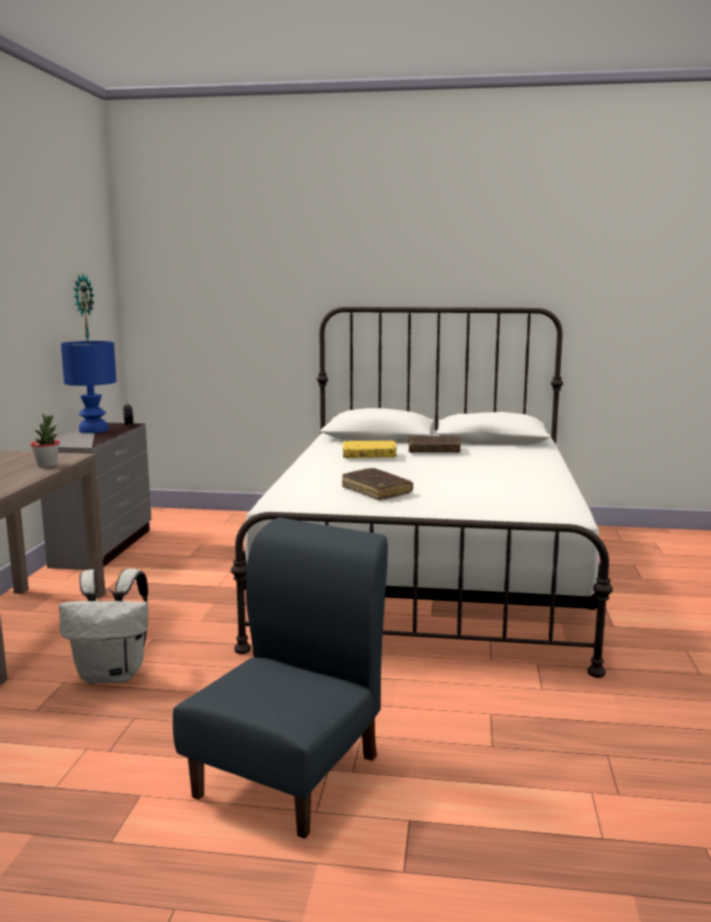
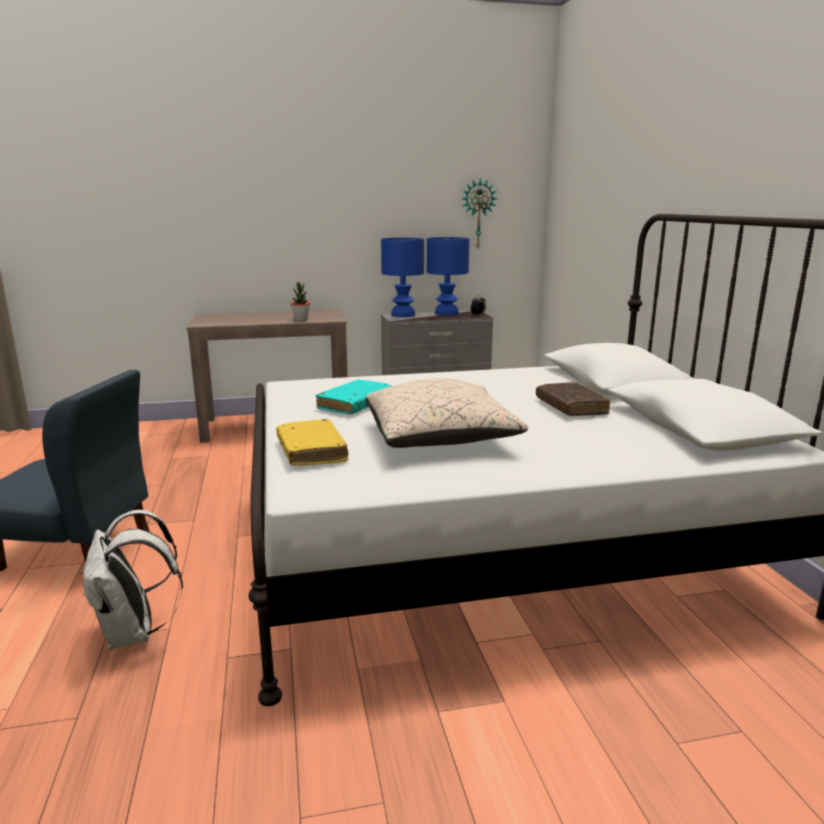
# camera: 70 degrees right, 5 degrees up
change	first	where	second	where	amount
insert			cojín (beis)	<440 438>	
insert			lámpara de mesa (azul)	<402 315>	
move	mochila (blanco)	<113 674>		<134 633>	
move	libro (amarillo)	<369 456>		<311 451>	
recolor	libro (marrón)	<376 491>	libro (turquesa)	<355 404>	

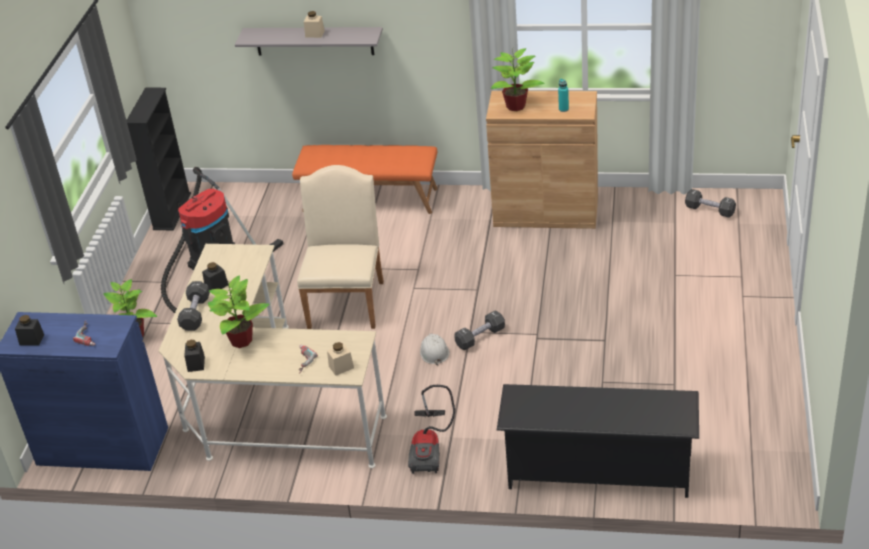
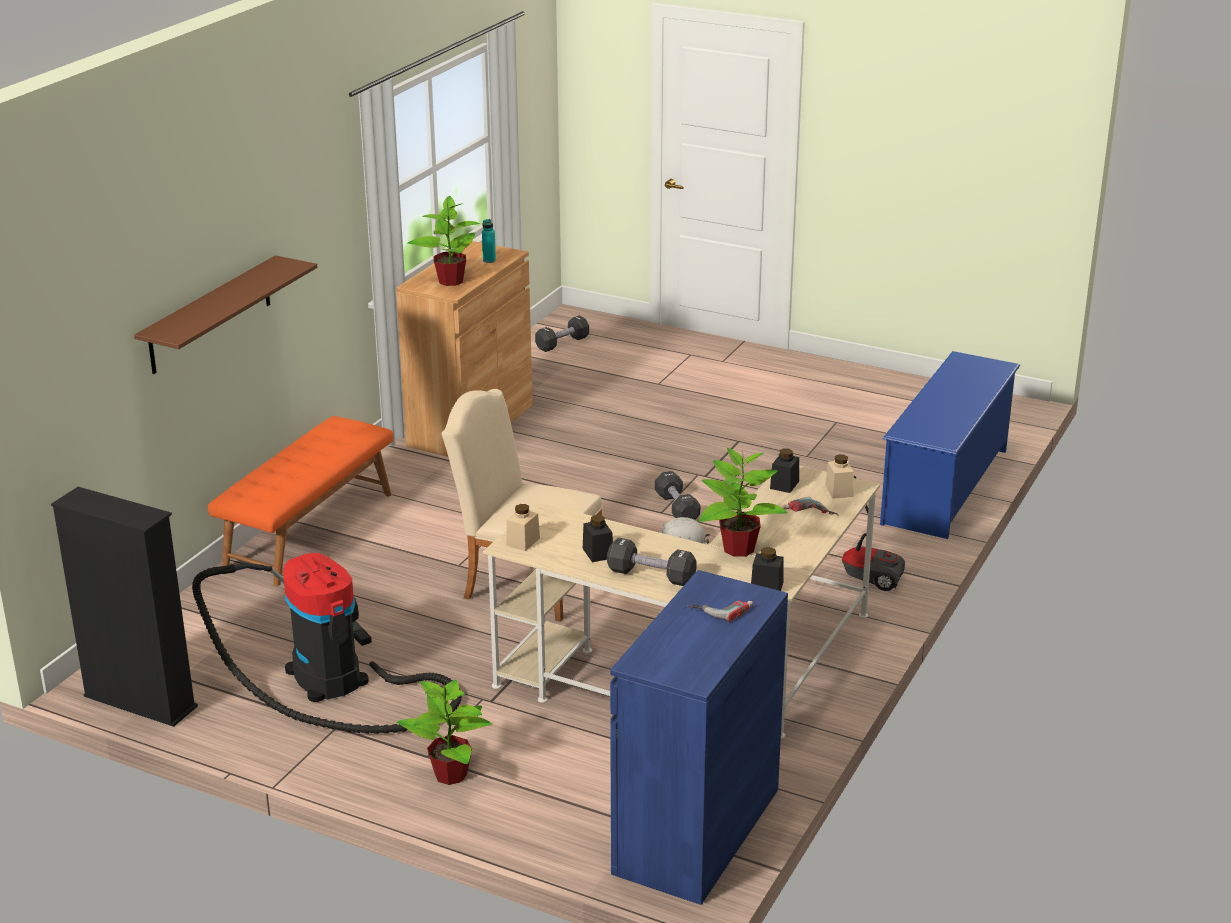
# camera: 75 degrees left, 10 degrees down
change	first	where	second	where	amount
move	tarro (negro)	<32 340>		<784 485>	
move	tarro (beis)	<315 34>		<523 542>	
recolor	estante (gris)	<314 41>	estante (marrón)	<210 315>	
recolor	zapatero (negro)	<598 471>	zapatero (azul)	<945 486>	

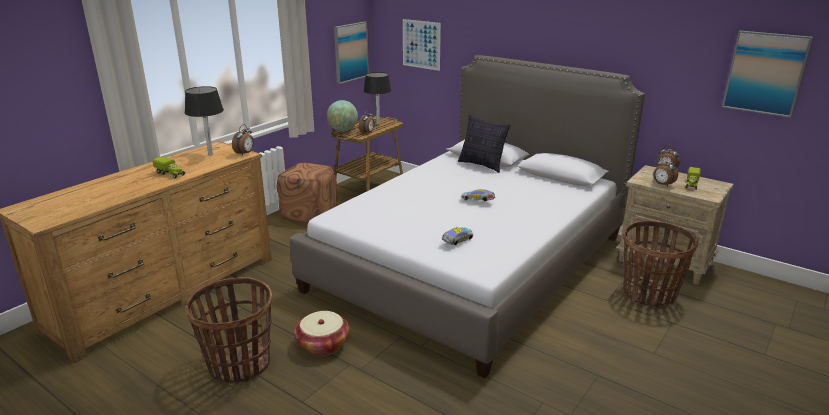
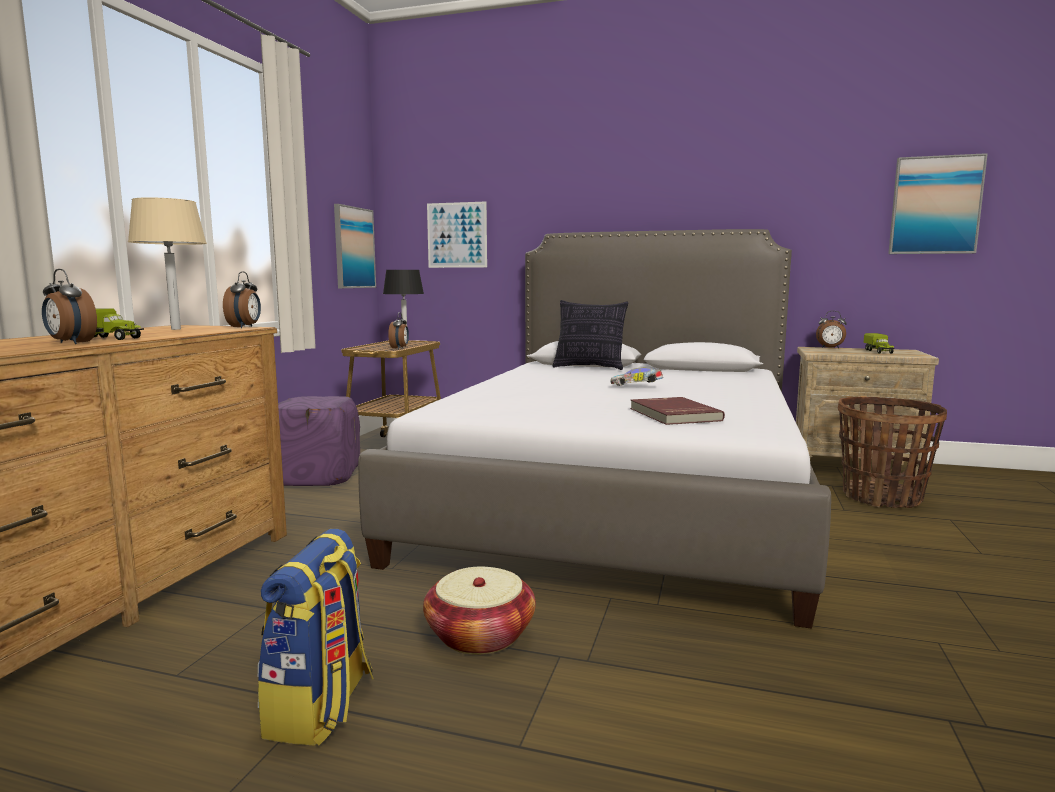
# camera: 20 degrees left, 15 degrees down
change	first	where	second	where	amount
delete	globo terráqueo	<343 130>			
move	despertador	<662 184>		<70 343>	
replace	cesta	<239 365>	mochila	<321 707>	
replace	coche de juguete	<457 241>	libro (rojo)	<673 414>	
recolor	lámpara de mesa (negro)	<211 154>	lámpara de mesa (beis)	<176 329>	
recolor	puf (marrón)	<310 213>	puf (morado)	<318 476>	

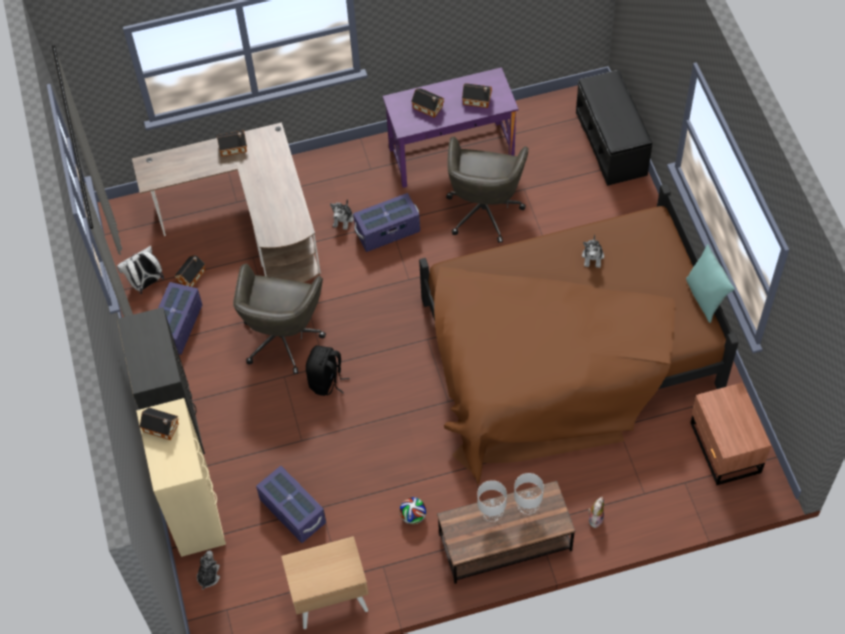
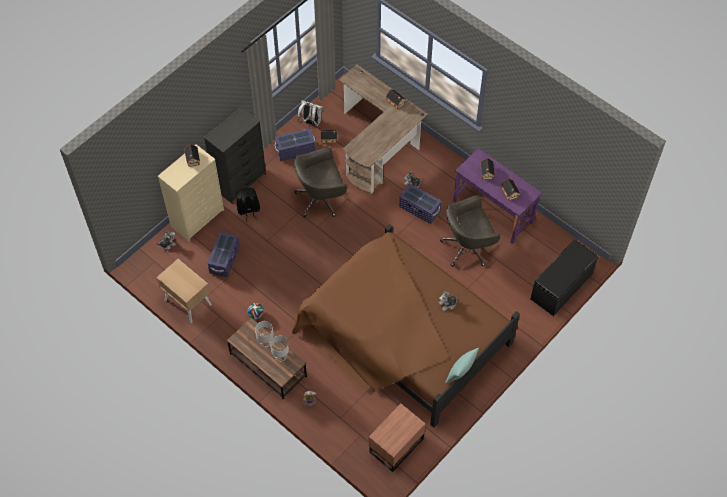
# camera: 55 degrees right, 0 degrees up
change	first	where	second	where	amount
move	mochila (negro)	<326 381>		<248 210>	

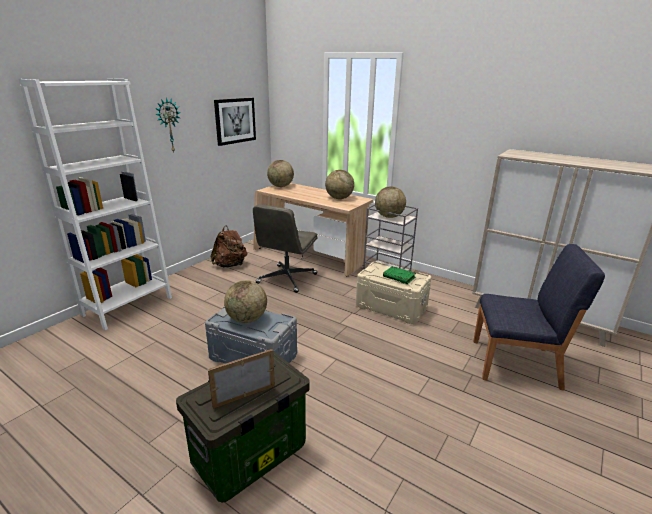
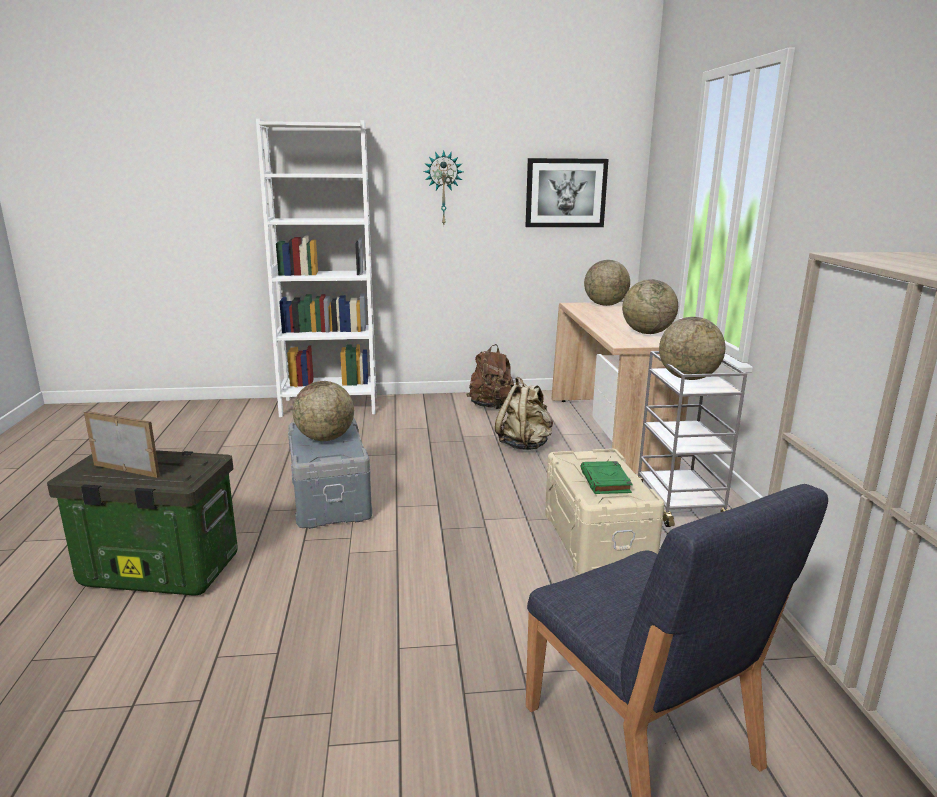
# camera: 50 degrees right, 5 degrees down
change	first	where	second	where	amount
replace	silla de oficina (gris)	<287 279>	mochila (beis)	<525 445>	

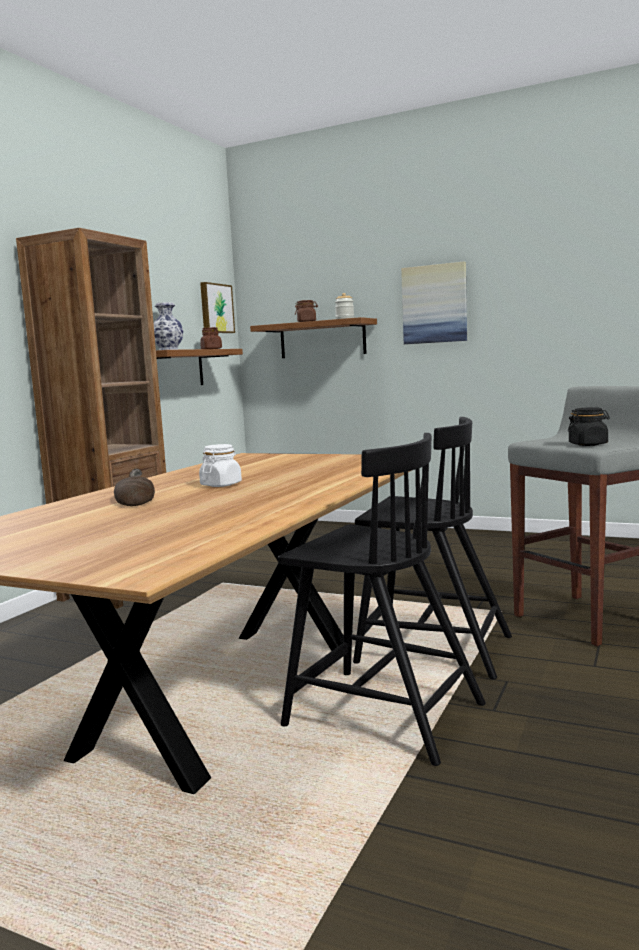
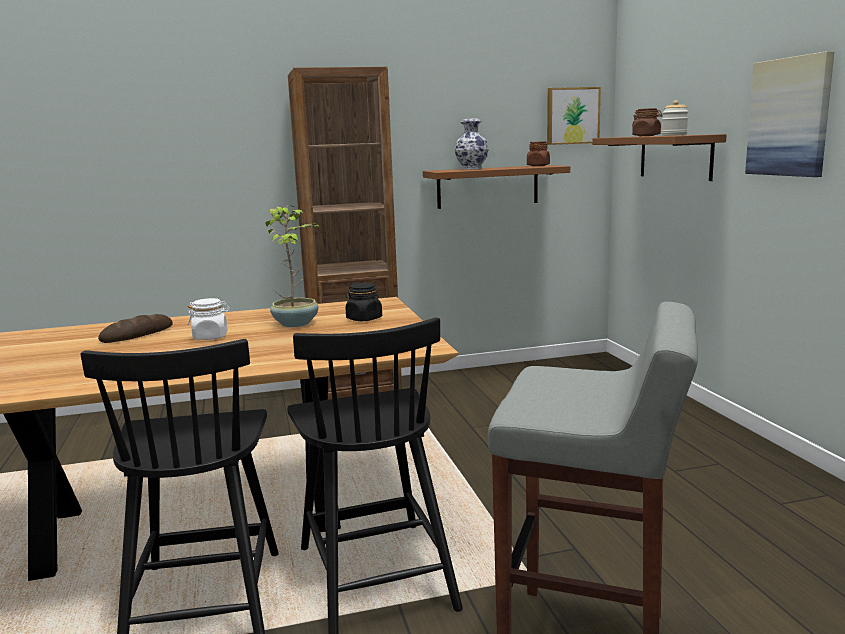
# camera: 50 degrees right, 5 degrees up
change	first	where	second	where	amount
insert			planta en maceta	<296 323>	
move	tarro (negro)	<588 444>		<364 319>	

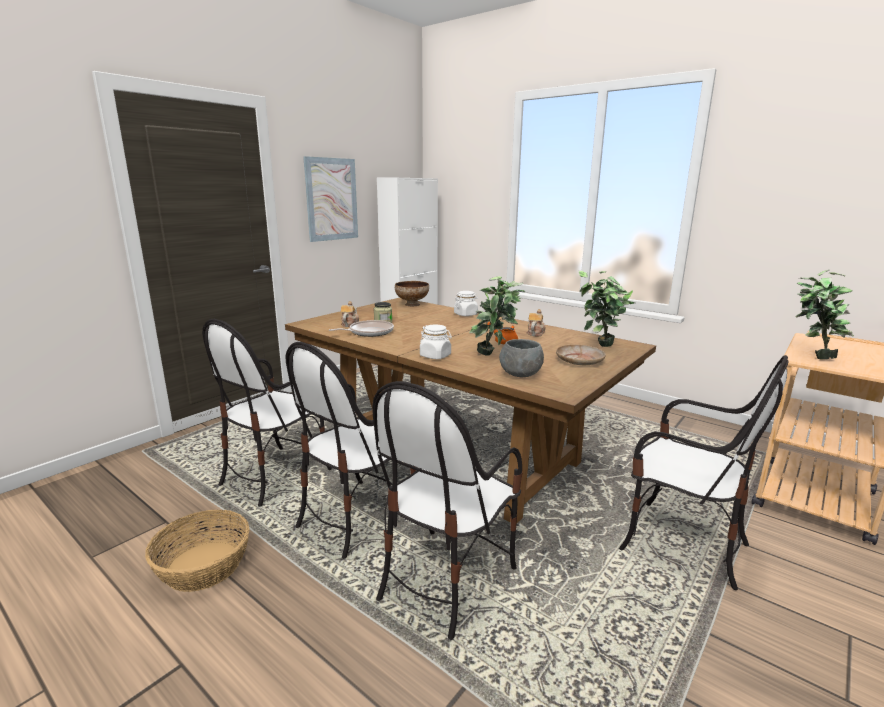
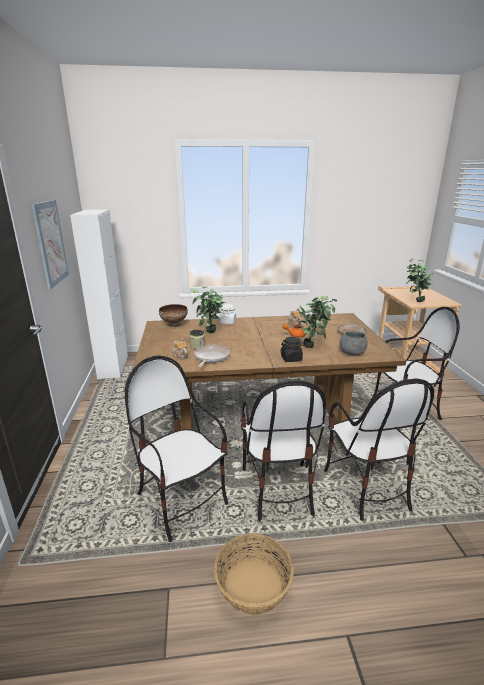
# camera: 45 degrees left, 5 degrees up
change	first	where	second	where	amount
move	planta en maceta	<599 347>		<210 334>	
recolor	tarro (blanco)	<435 356>	tarro (negro)	<291 359>	
rotate	silla	<275 475>		<181 501>	150 degrees clockwise

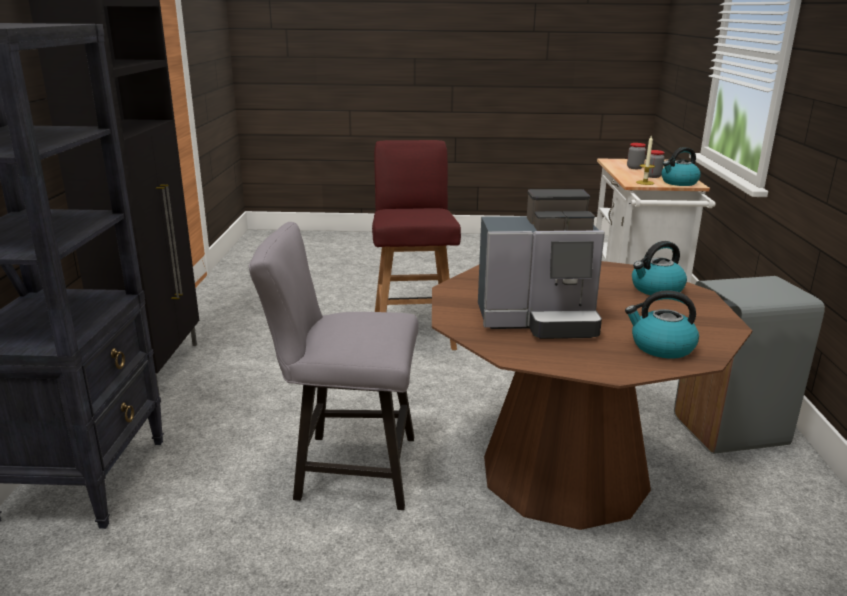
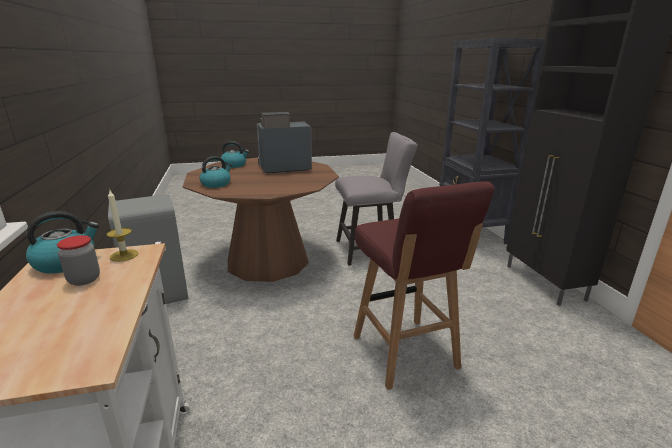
# camera: 165 degrees right, 0 degrees up
change	first	where	second	where	amount
delete	tarro	<635 168>			

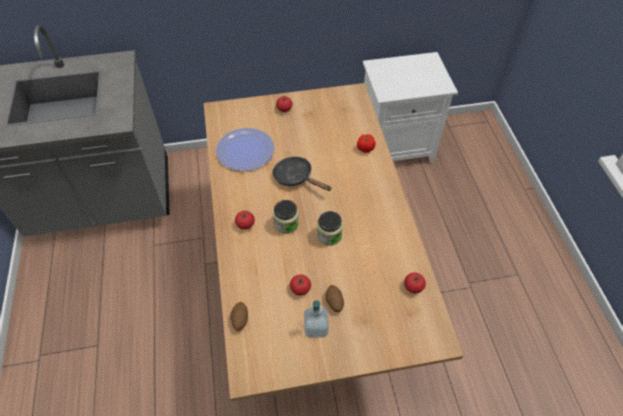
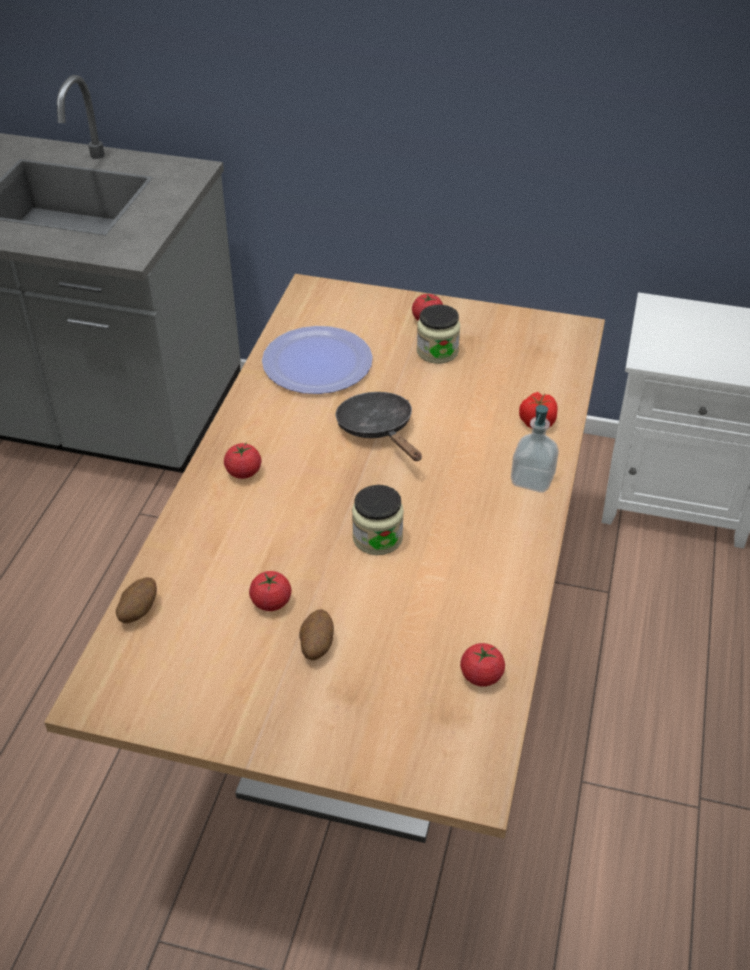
# camera: 25 degrees right, 10 degrees down
change	first	where	second	where	amount
move	tarro	<286 224>		<437 351>	
move	dispensador de jabón	<316 328>		<532 479>	

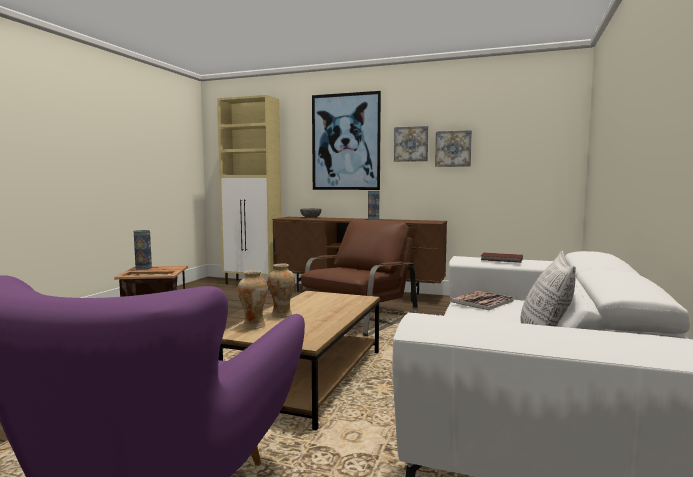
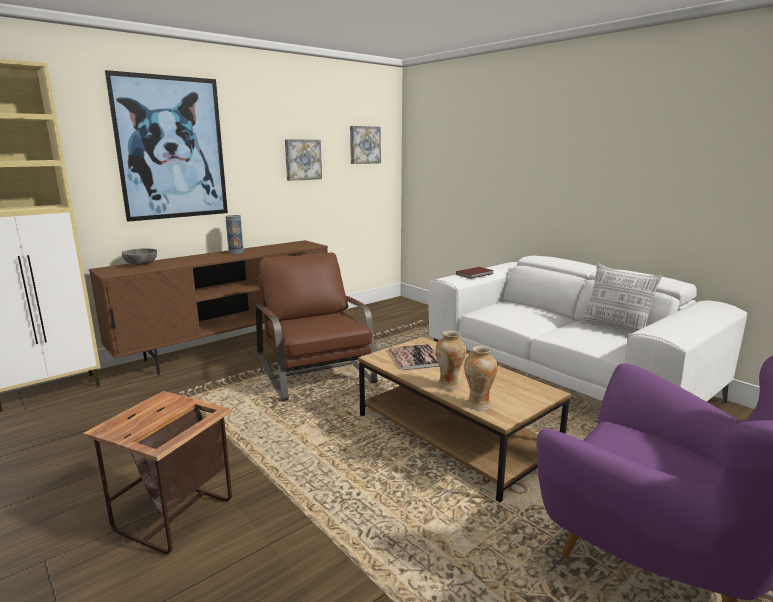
# camera: 60 degrees left, 10 degrees up
change	first	where	second	where	amount
delete	florero	<143 268>			
move	cuadro	<411 144>		<364 145>	
move	libro	<482 301>		<415 358>	

